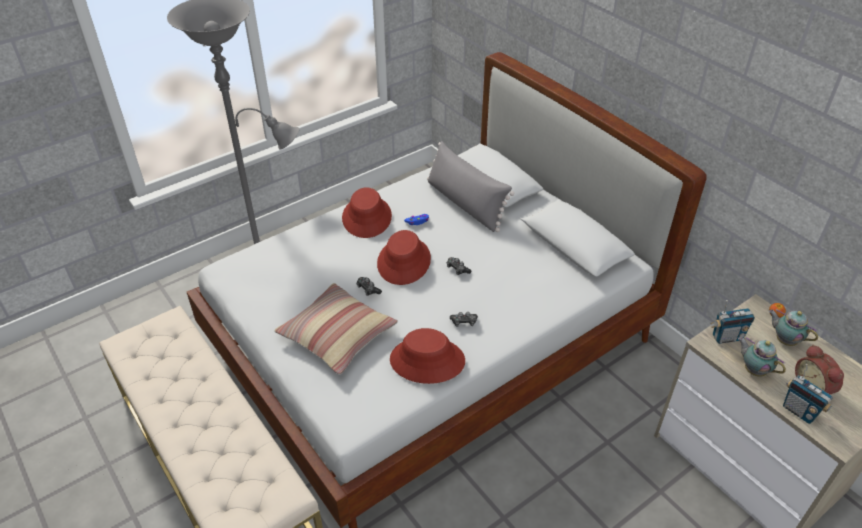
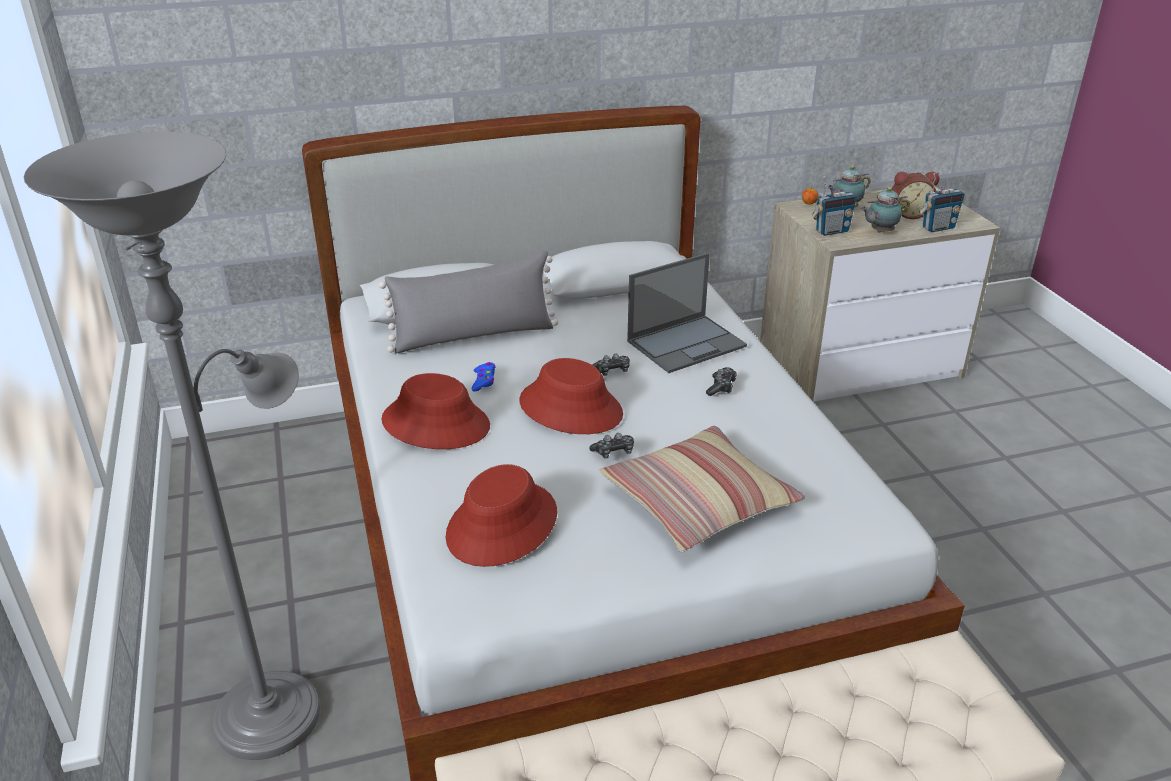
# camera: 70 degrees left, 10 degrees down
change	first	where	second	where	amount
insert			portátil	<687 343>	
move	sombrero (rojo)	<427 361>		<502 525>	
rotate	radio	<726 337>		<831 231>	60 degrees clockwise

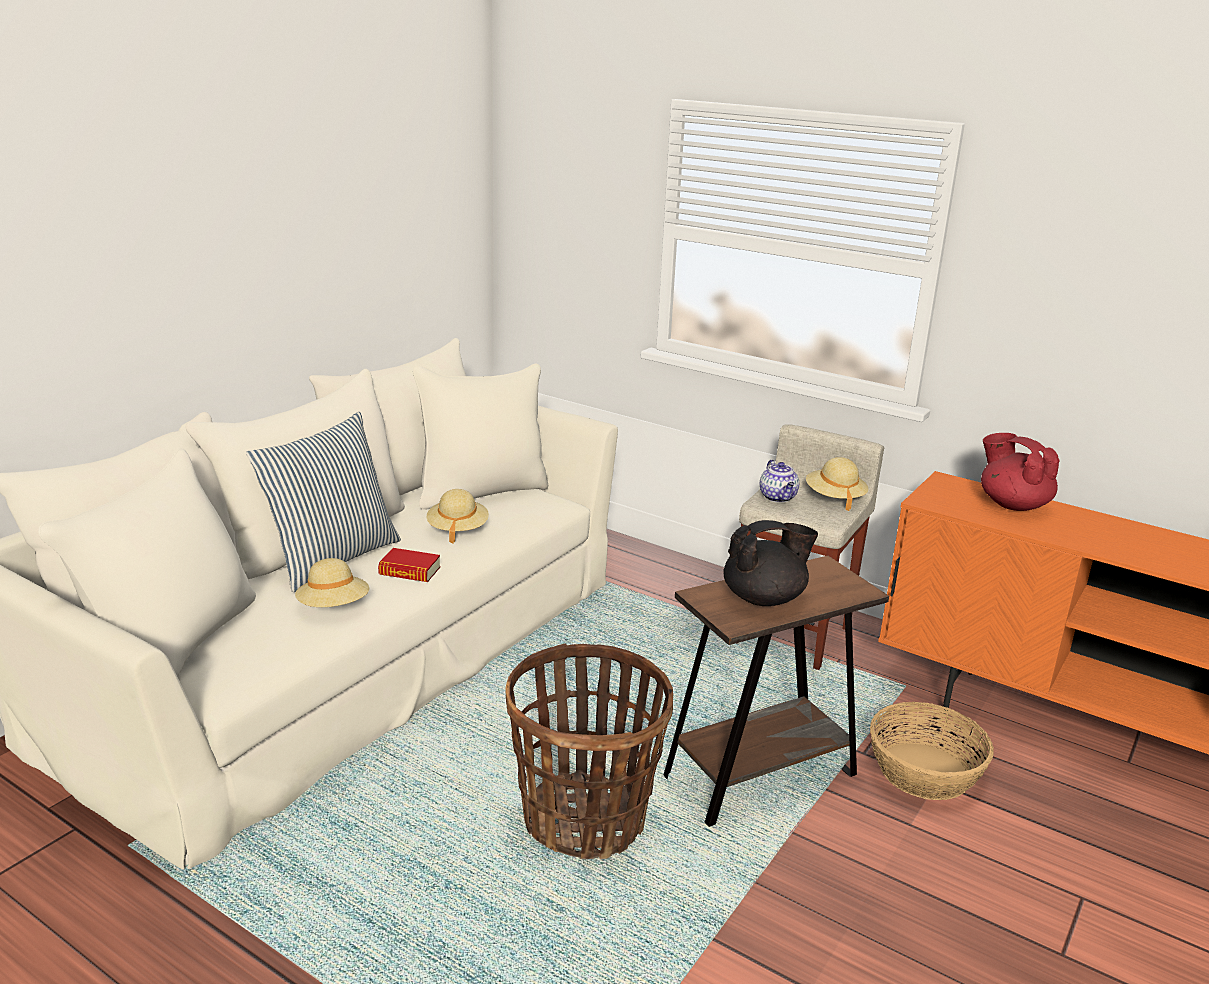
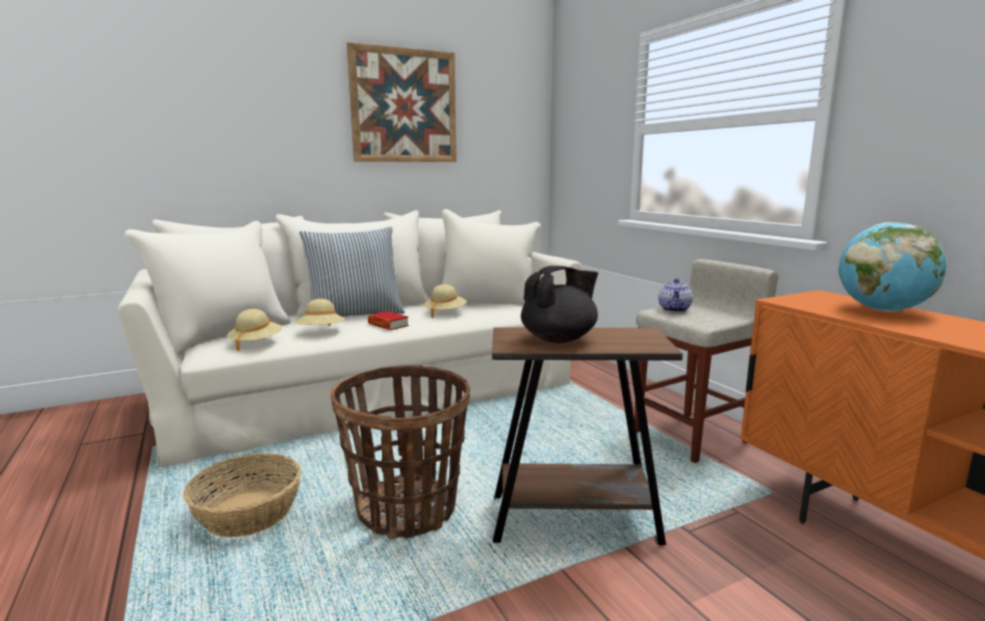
# camera: 30 degrees right, 10 degrees down
change	first	where	second	where	amount
insert			cuadro	<404 106>	
move	sombrero (beis)	<834 498>		<256 343>	
move	cesta	<924 770>		<249 513>	
replace	tetera (rojo)	<1012 504>	globo terráqueo	<882 310>	
rotate	tetera (negro)	<764 598>		<559 339>	45 degrees counterclockwise

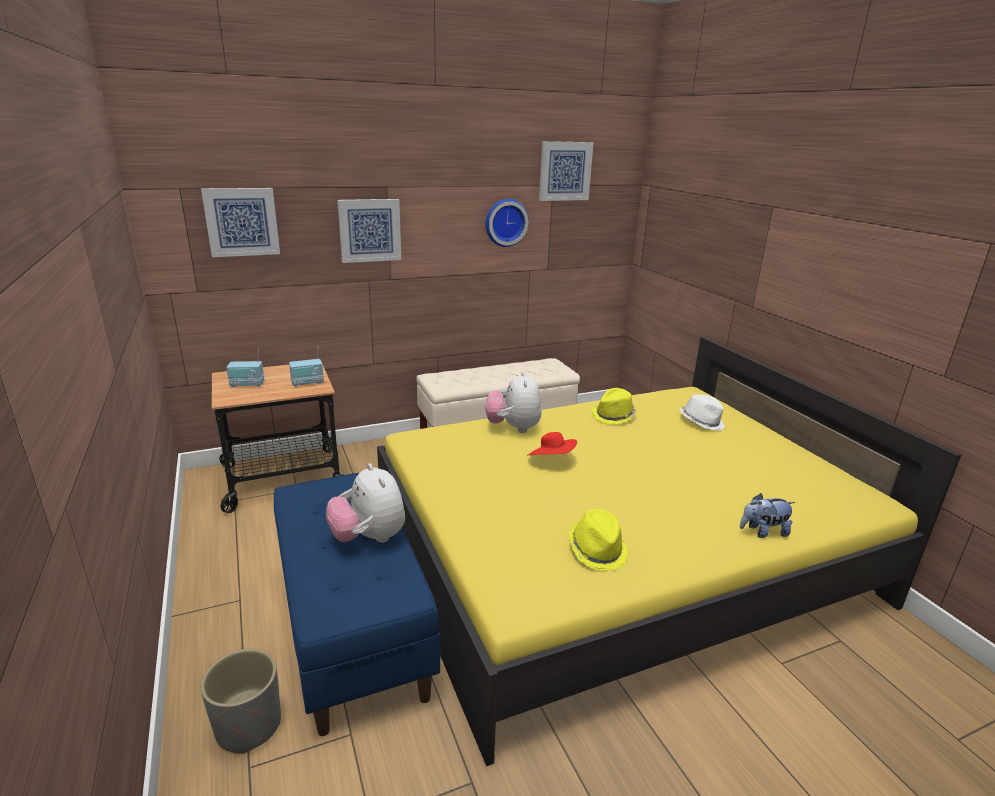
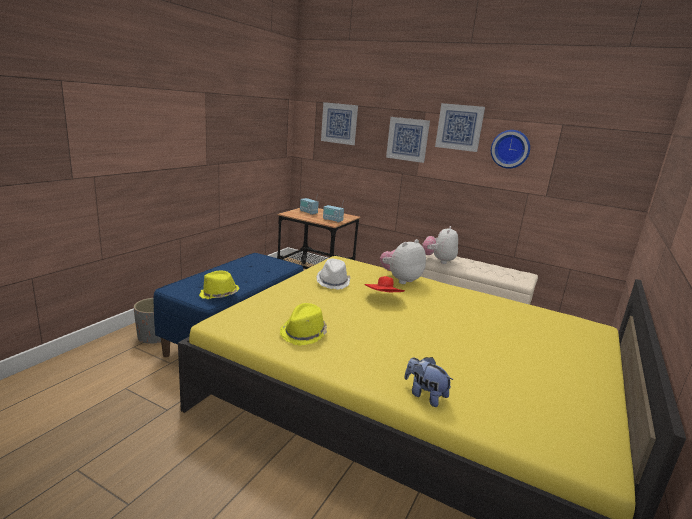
# camera: 50 degrees right, 5 degrees down
change	first	where	second	where	amount
move	peluche	<369 538>		<438 261>	
move	cuadro	<565 171>		<459 127>	
move	sombrero (amarillo)	<613 416>		<219 295>	
move	sombrero (blanco)	<701 422>		<333 282>	

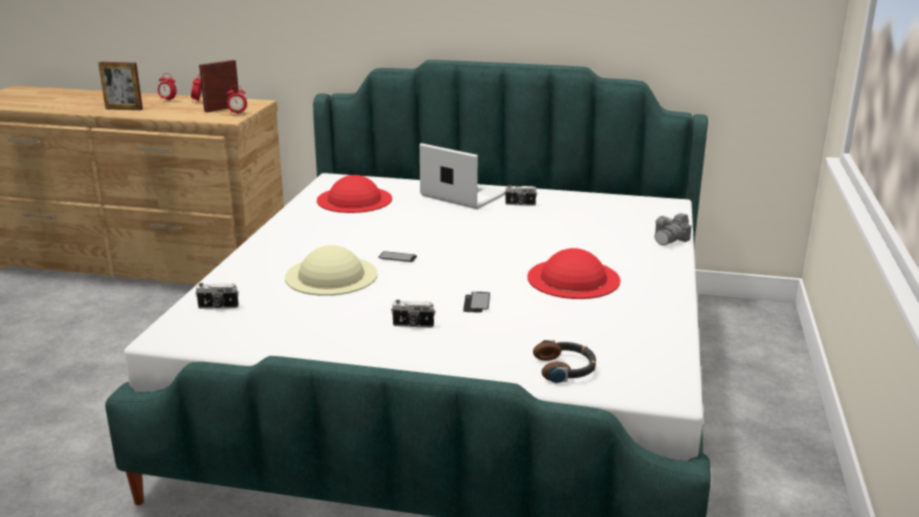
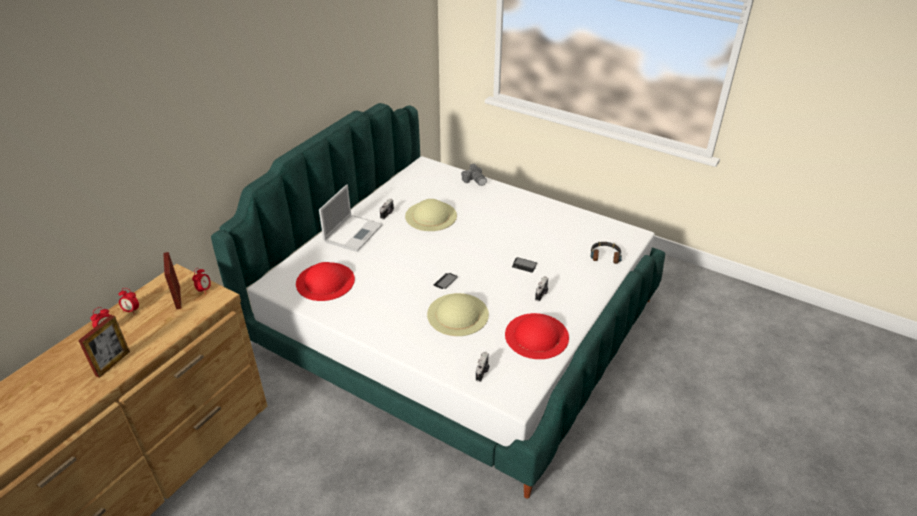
# camera: 70 degrees left, 15 degrees up
change	first	where	second	where	amount
insert			sombrero (beis)	<431 216>	
move	sombrero (rojo)	<573 278>		<536 336>	
rotate	portátil	<461 195>		<353 232>	150 degrees clockwise

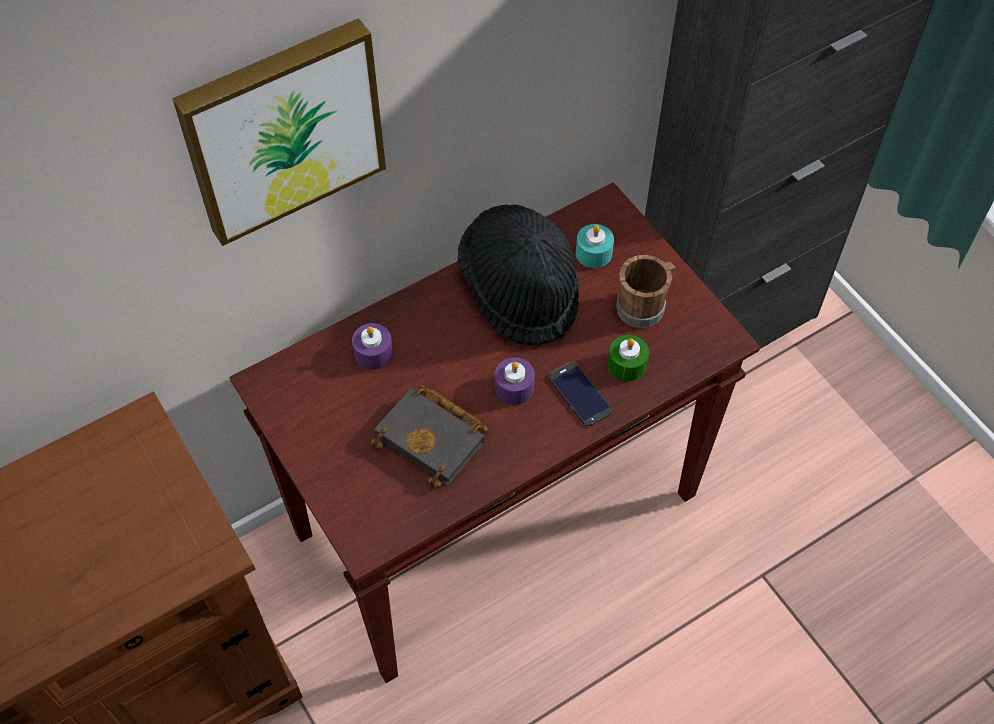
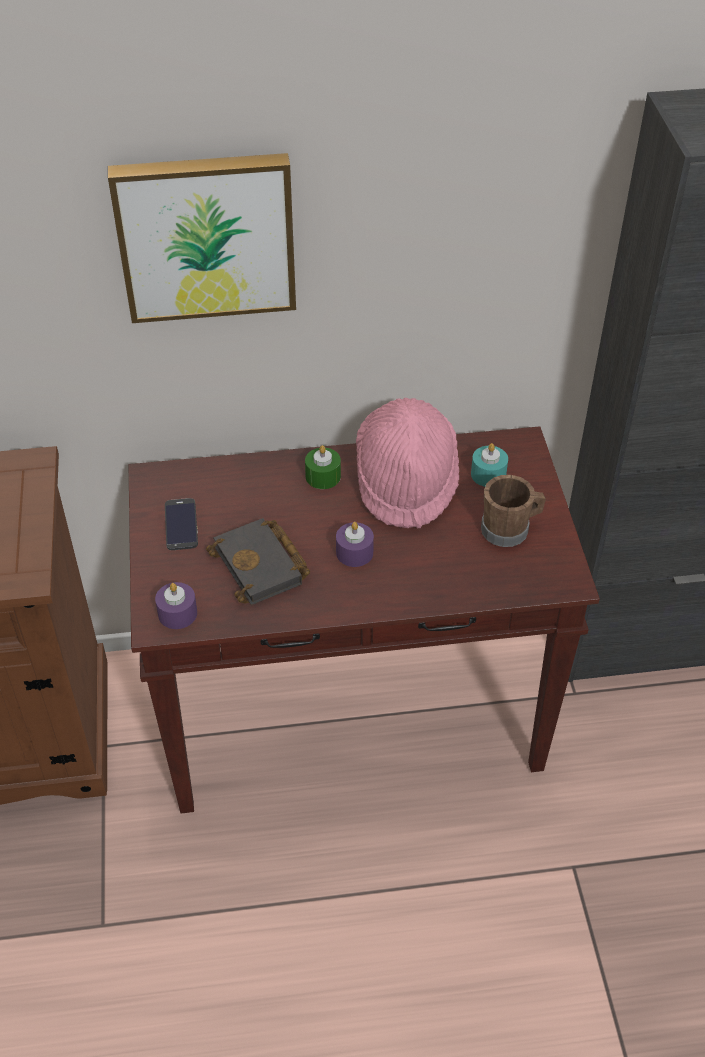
# camera: 25 degrees right, 10 degrees down
change	first	where	second	where	amount
move	vela (morado)	<373 353>		<177 613>	
move	móvil	<580 394>		<181 524>	
move	vela (verde)	<627 365>		<323 476>	
recolor	sombrero (negro)	<520 290>	sombrero (rosa)	<406 481>	

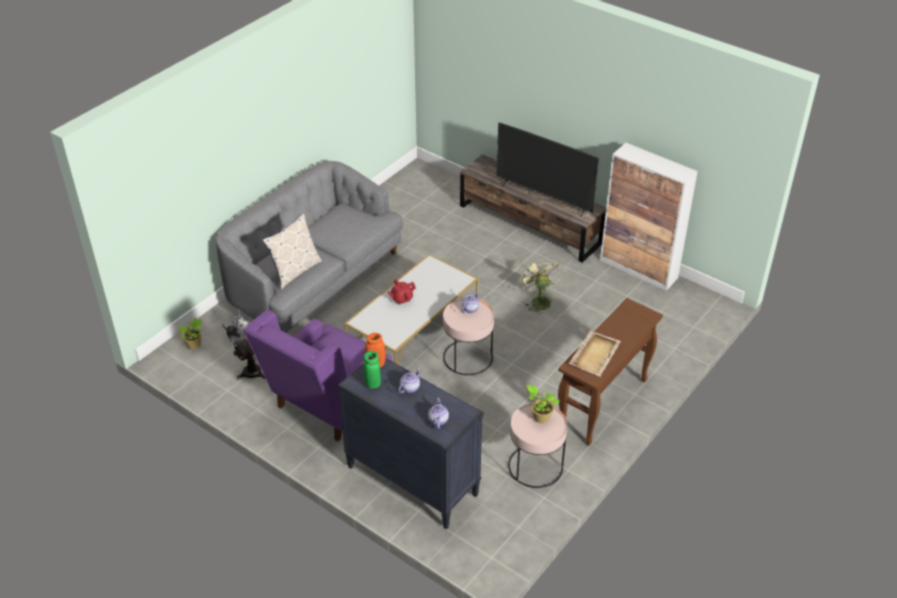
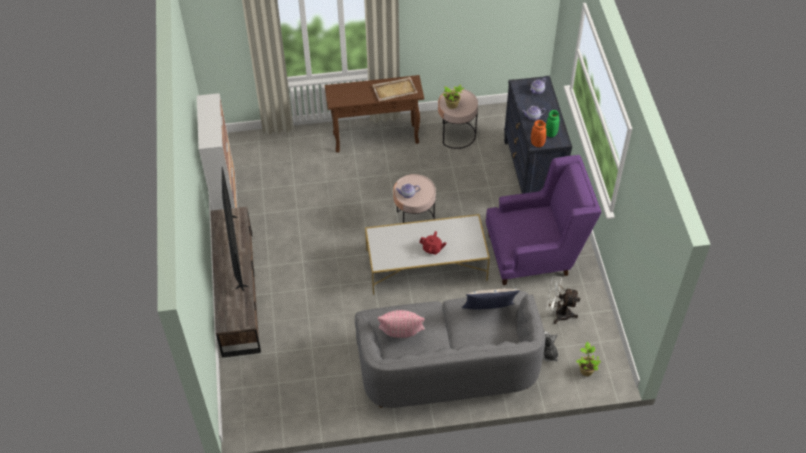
# camera: 135 degrees left, 10 degrees up
change	first	where	second	where	amount
delete	ventilador (verde)	<538 300>			
insert			cojín (rosa)	<401 334>	

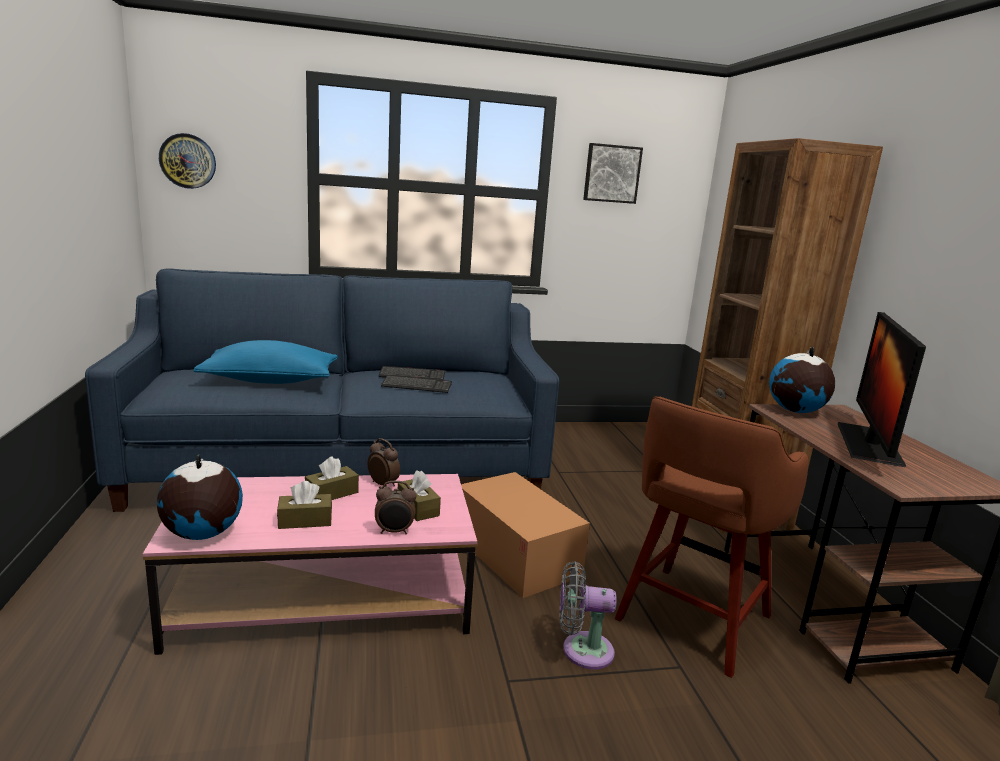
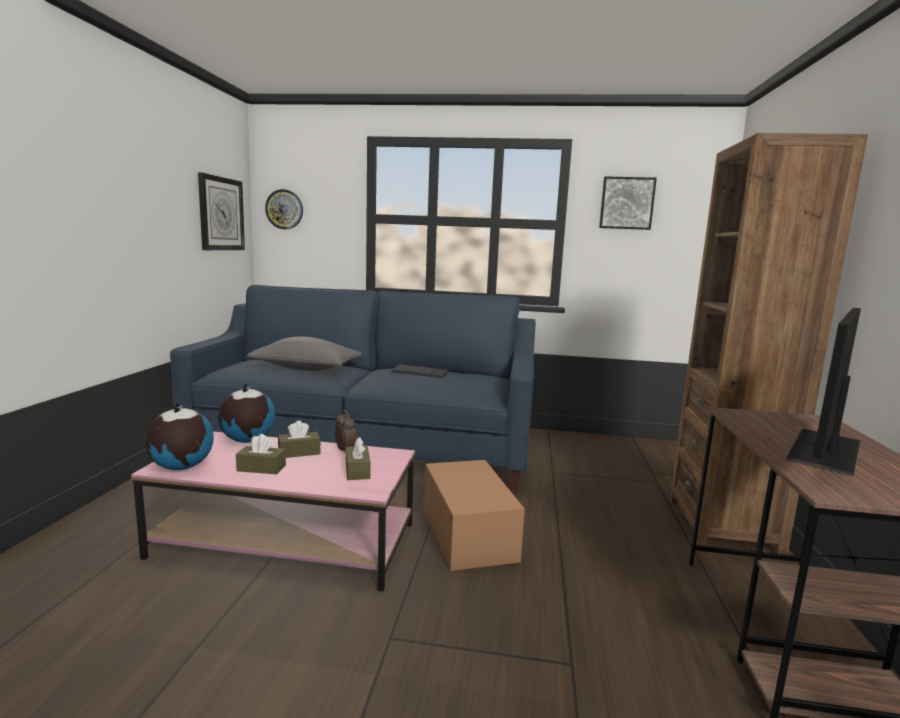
# camera: 20 degrees right, 5 degrees down
change	first	where	second	where	amount
delete	despertador	<394 532>			
delete	teclado	<416 386>			
delete	ventilador (gris)	<582 650>			
delete	taburete (marrón)	<691 619>			
insert			reloj de pared	<221 214>	
move	globo terráqueo	<795 411>		<247 441>	
recolor	cojín (azul)	<270 381>	cojín (gris)	<306 369>	

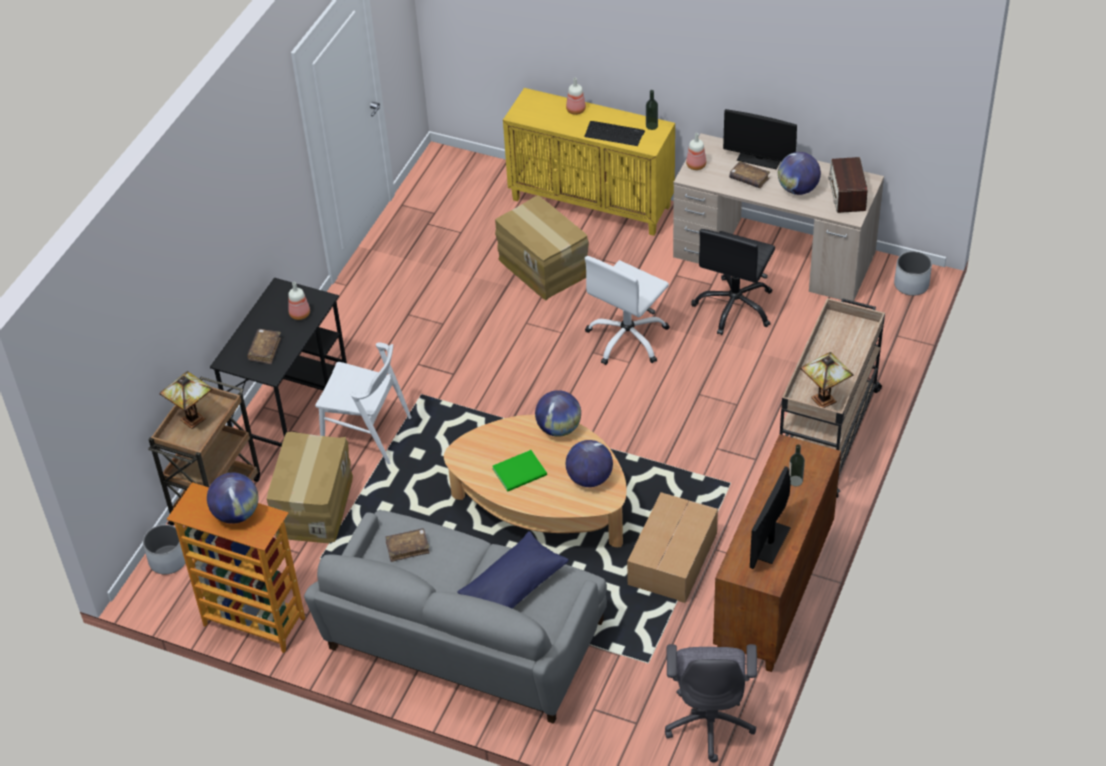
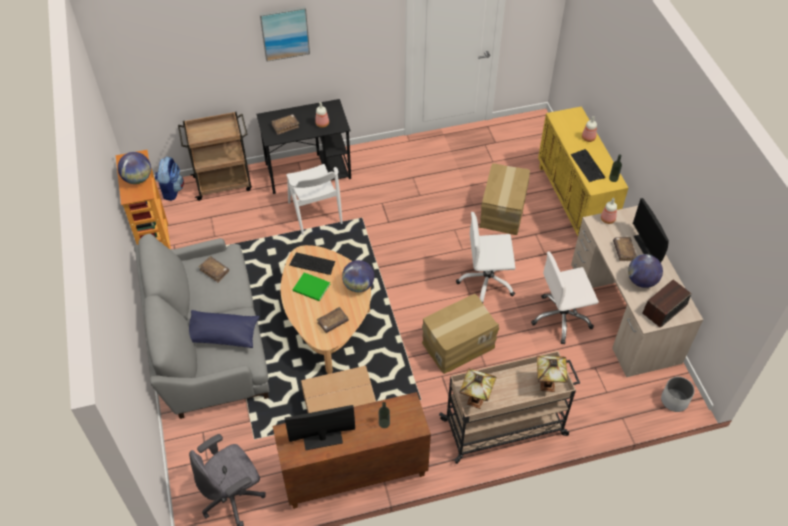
# camera: 50 degrees right, 5 degrees up
change	first	where	second	where	amount
insert			cuadro	<285 33>	
insert			teclado	<312 264>	
move	lámpara de mesa	<195 419>		<548 386>	
move	caja de cartón	<313 506>		<458 344>	
replace	maceta (blanco)	<168 560>	mochila	<171 190>	
replace	globo terráqueo	<589 478>	libro (marrón)	<333 322>	
recolor	silla de oficina (negro)	<735 307>	silla de oficina (blanco)	<561 318>	

